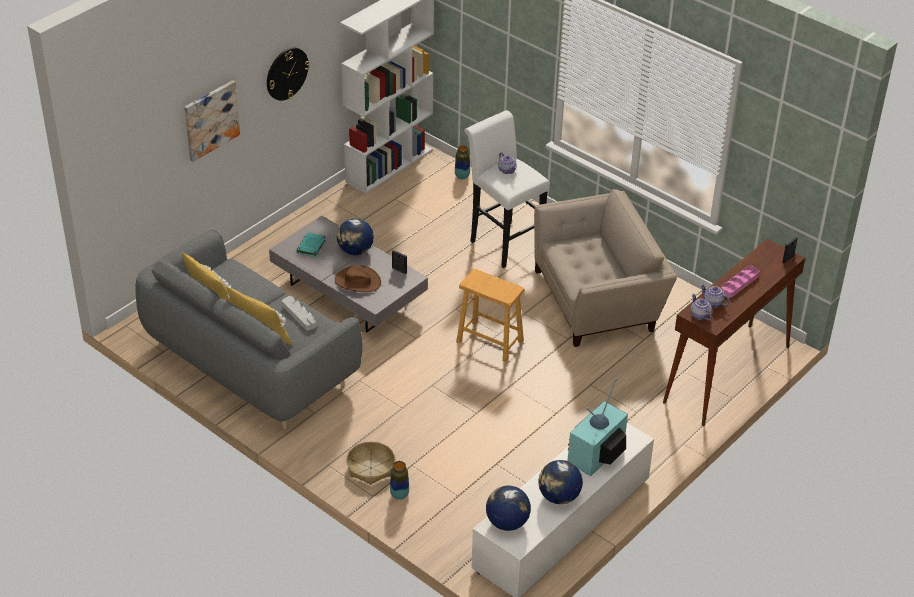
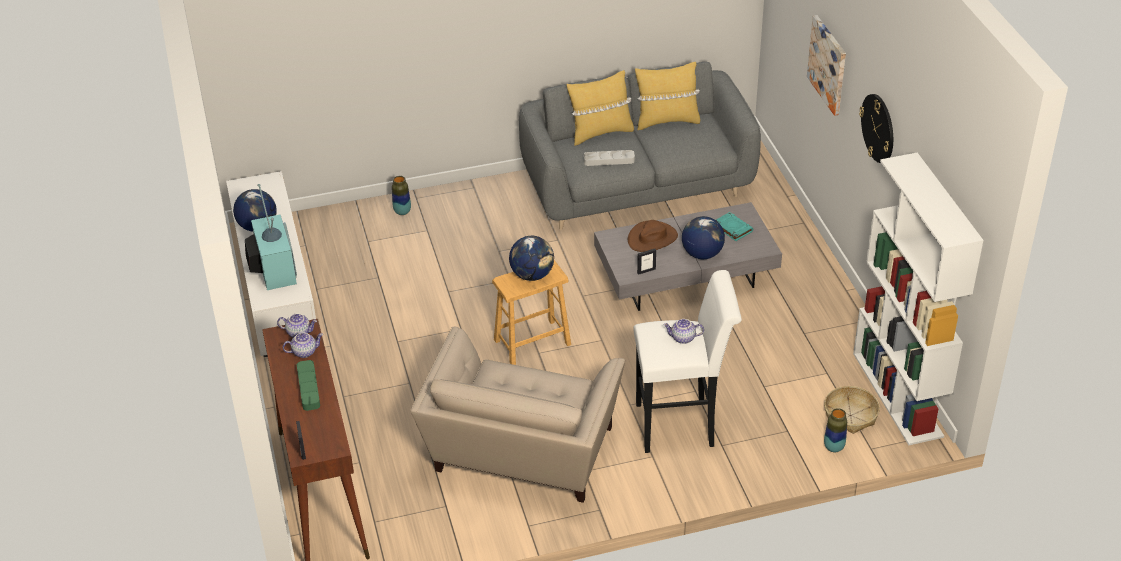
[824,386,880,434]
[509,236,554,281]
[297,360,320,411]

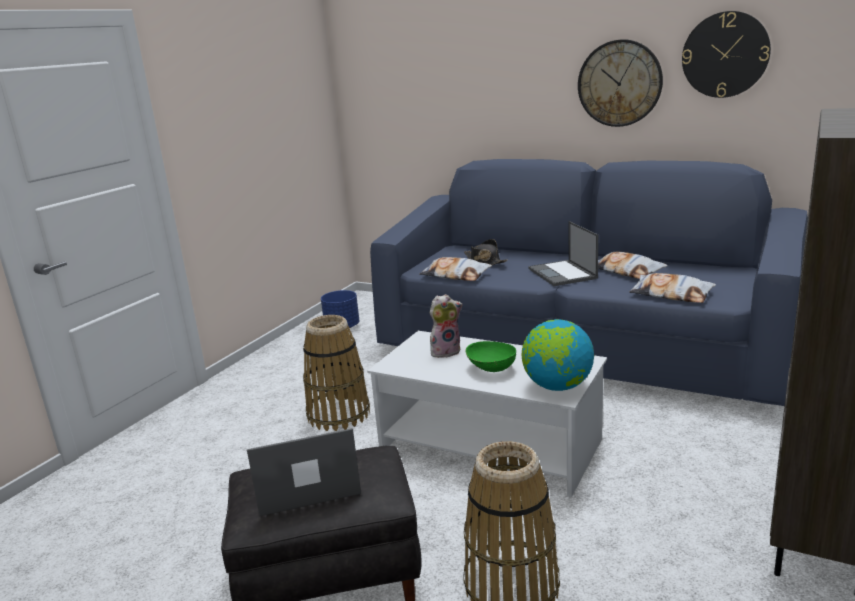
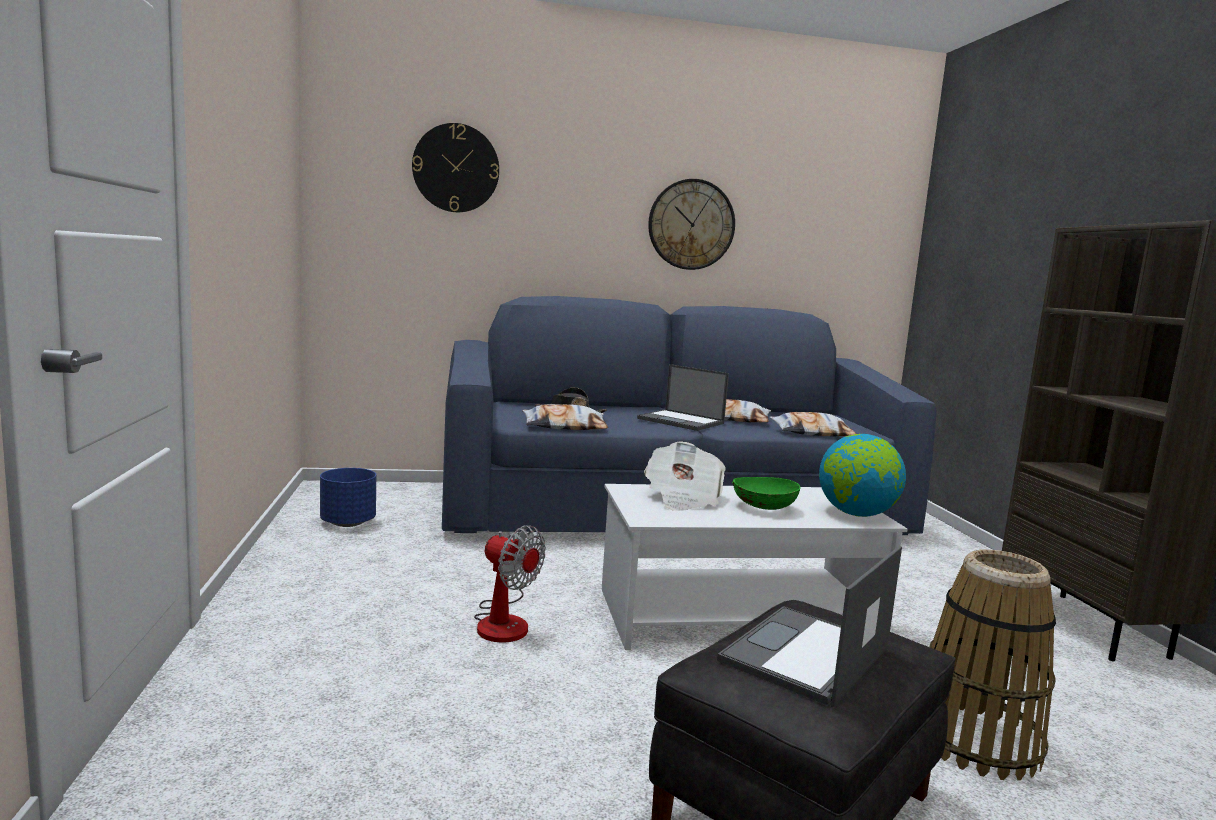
[412,123,499,212]
[474,525,546,643]
[644,441,726,511]

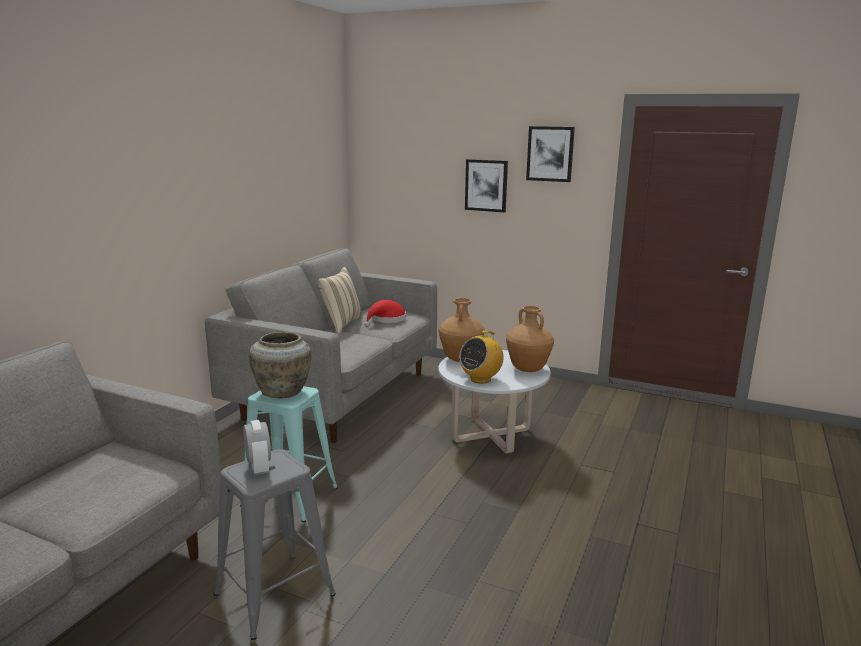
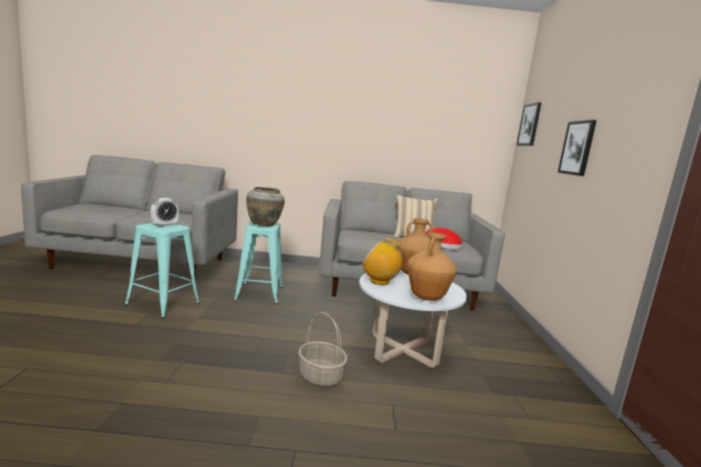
[298,312,348,388]
[517,102,542,146]
[124,223,200,318]

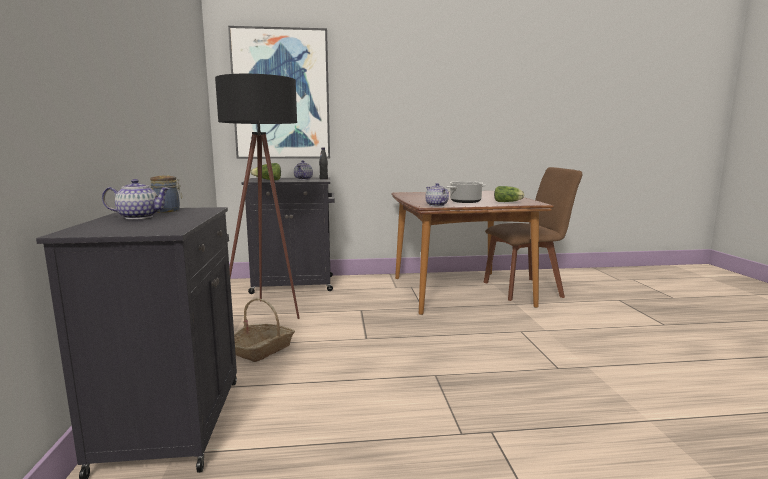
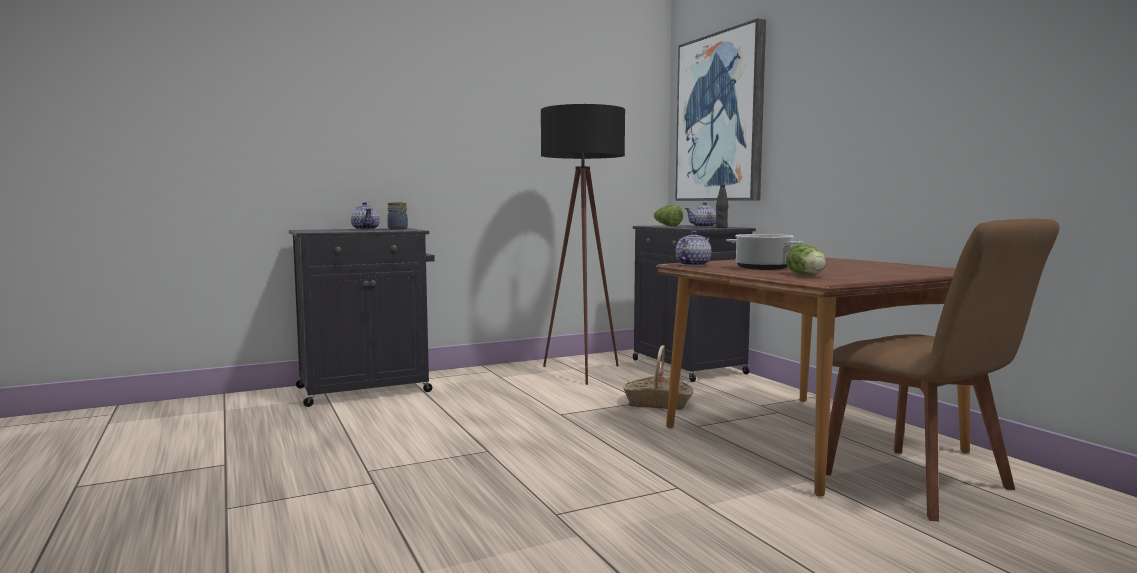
[623,345,694,410]

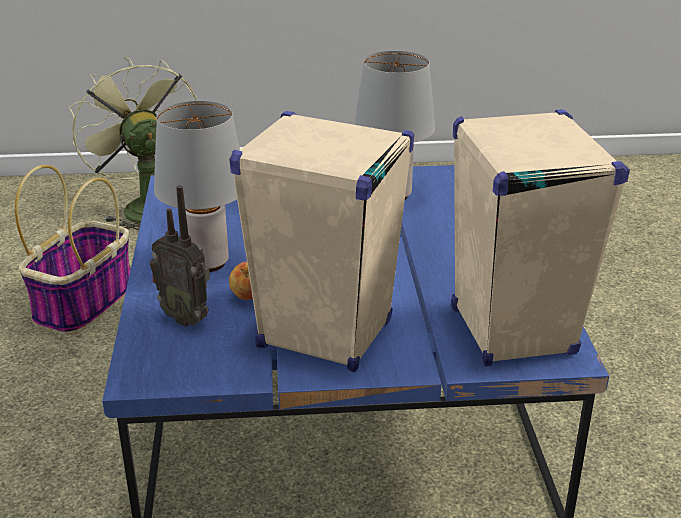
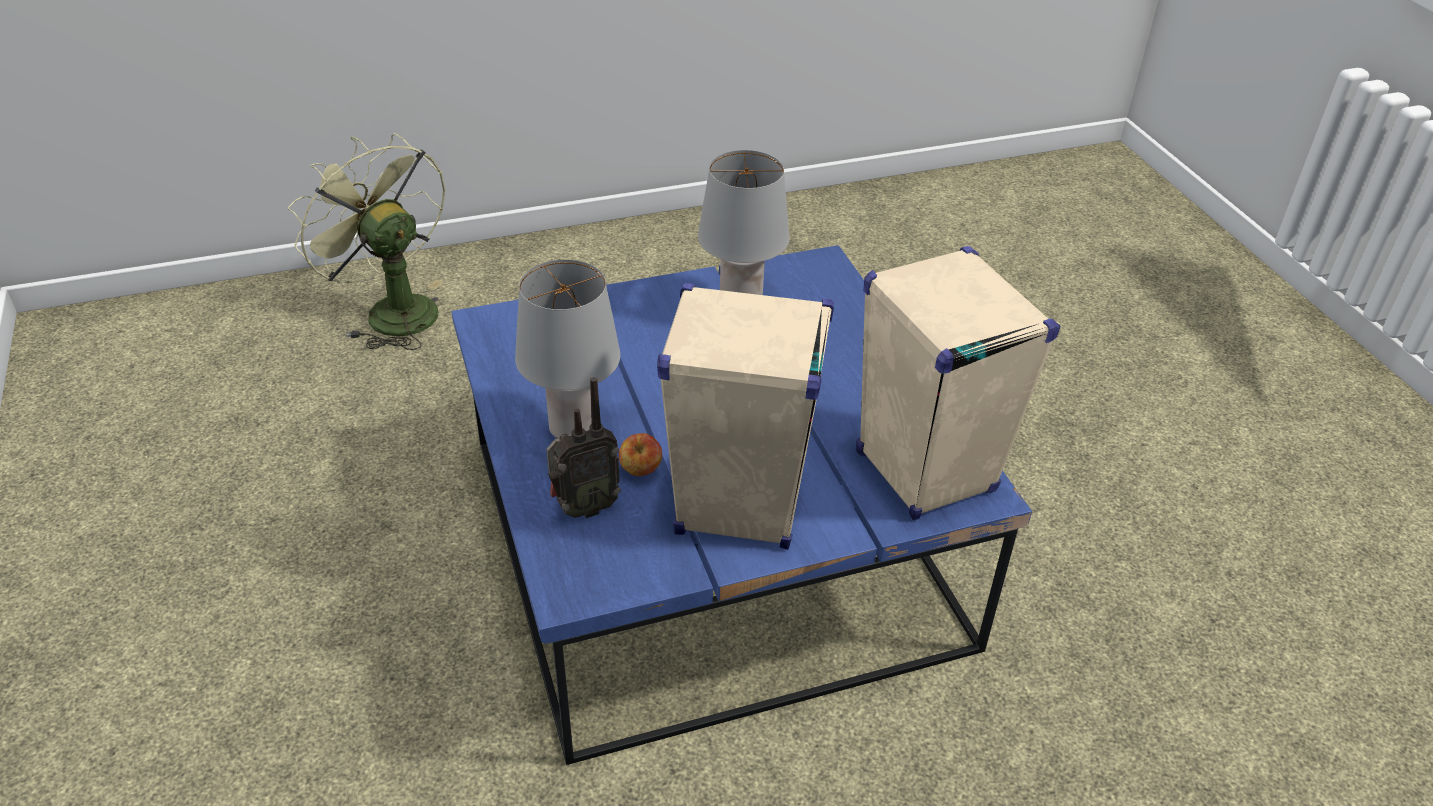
[15,165,130,335] (first image)
[546,377,621,518]

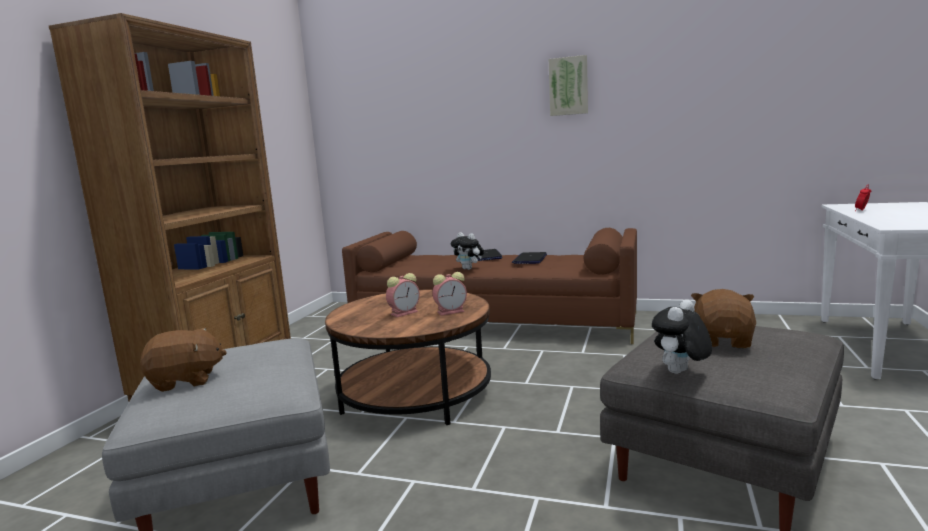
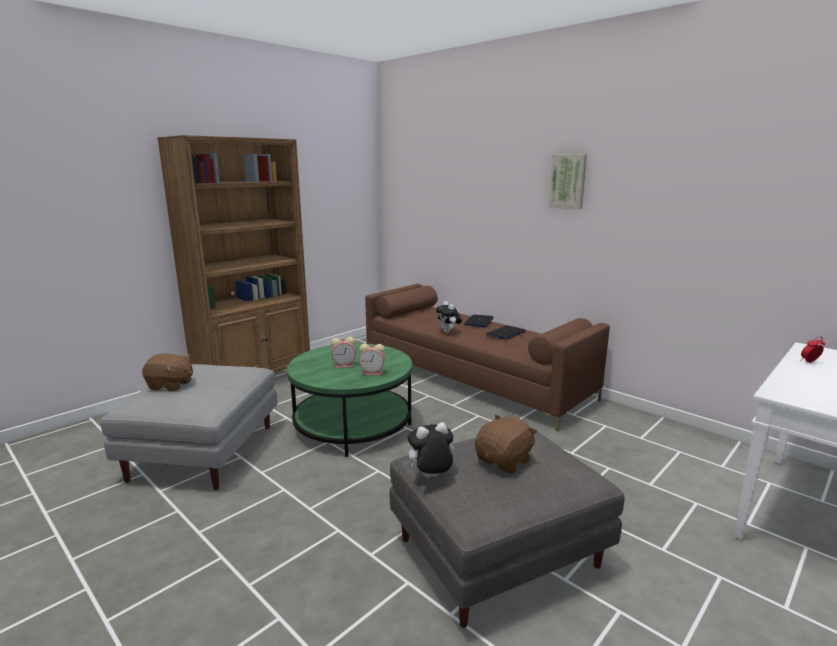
[287,343,412,457]

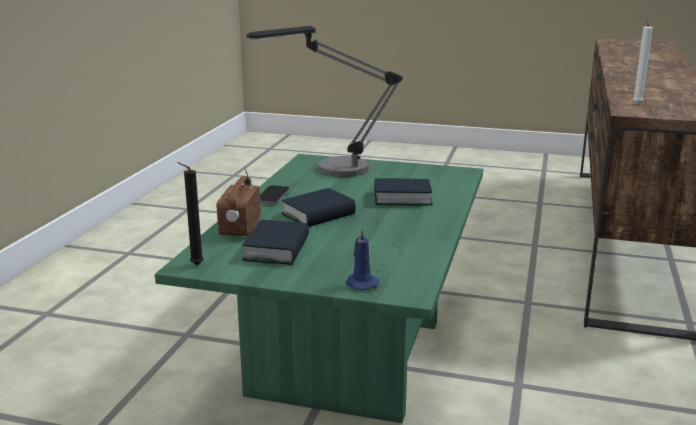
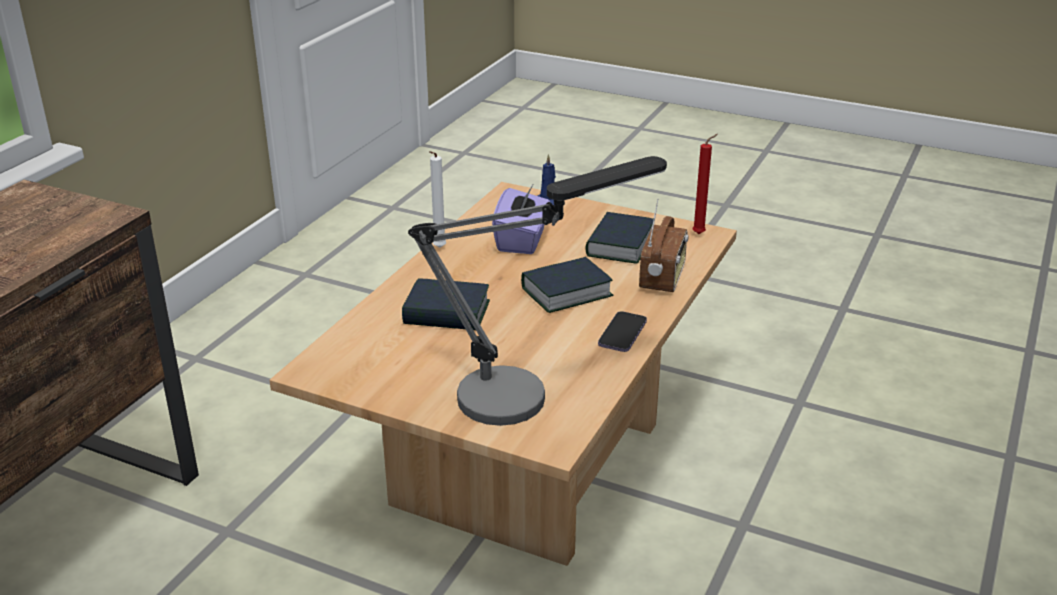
[492,183,550,254]
[429,151,446,248]
[270,182,737,566]
[692,134,718,234]

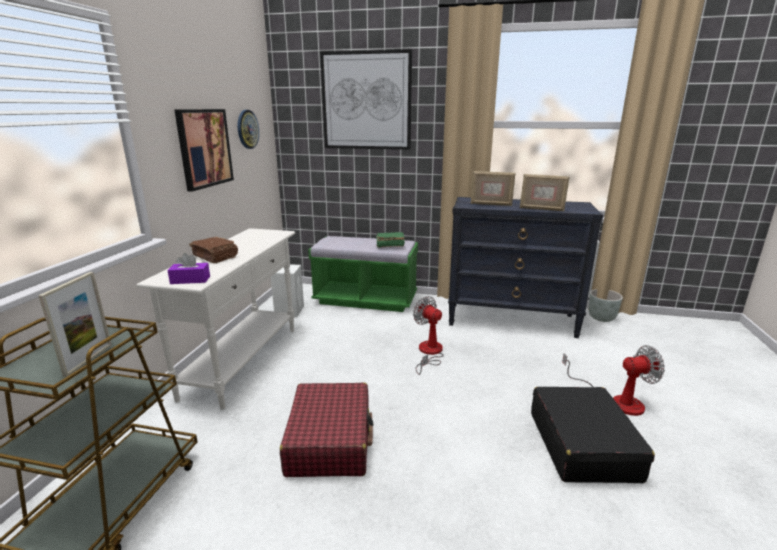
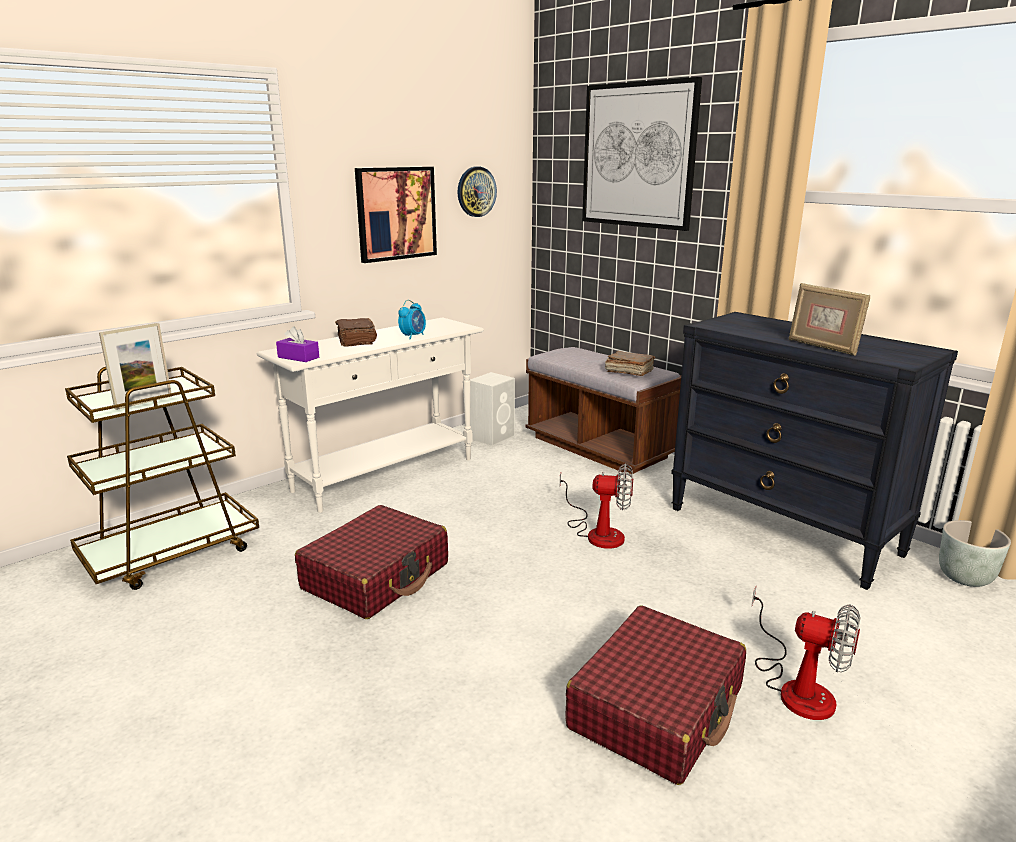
[471,171,515,206] (first image)
[398,300,426,339]
[526,347,681,474]
[605,351,655,376]
[565,606,746,785]
[559,463,633,549]

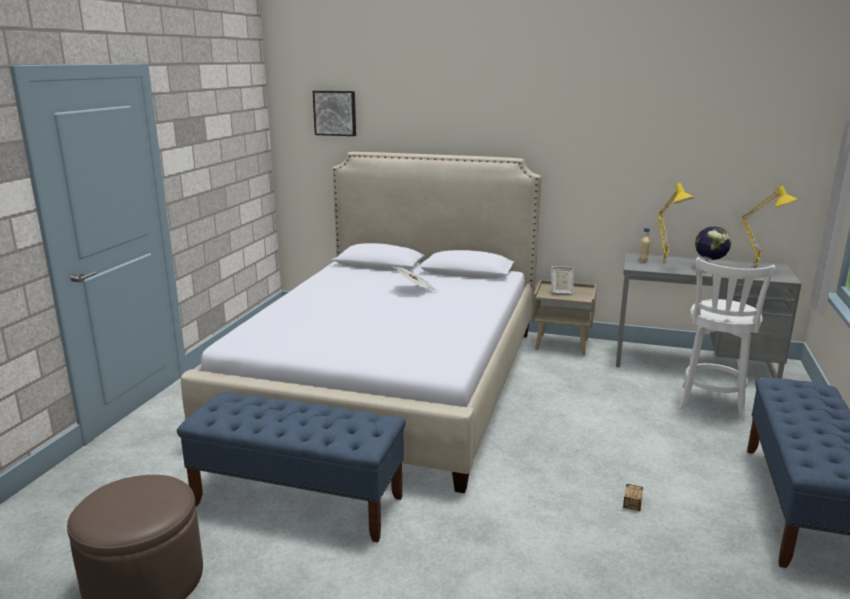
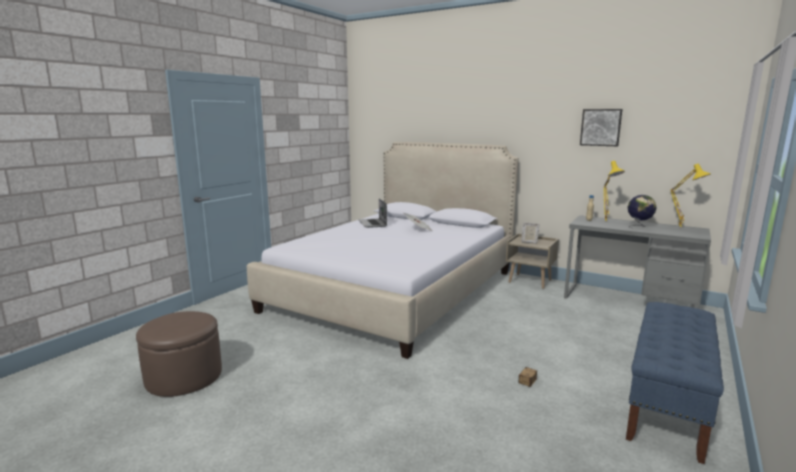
[177,392,406,542] (first image)
[679,257,775,420] (first image)
[359,199,387,228]
[580,109,622,146]

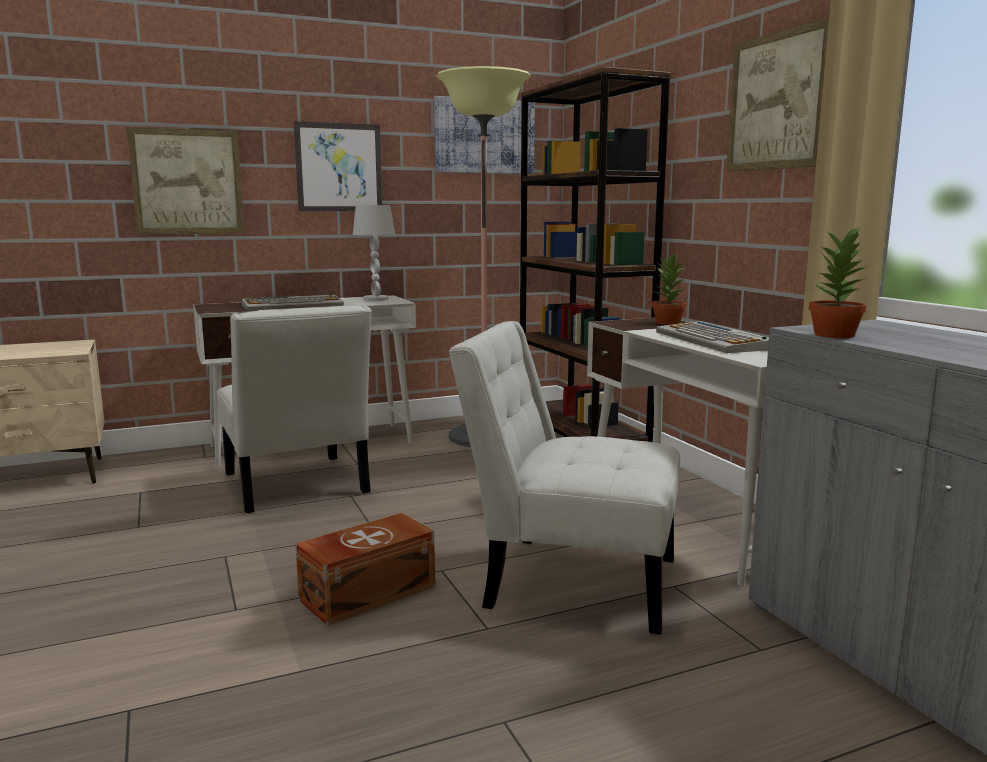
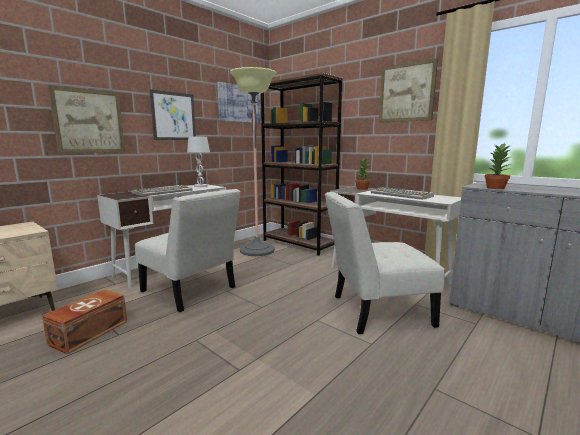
[42,289,127,355]

